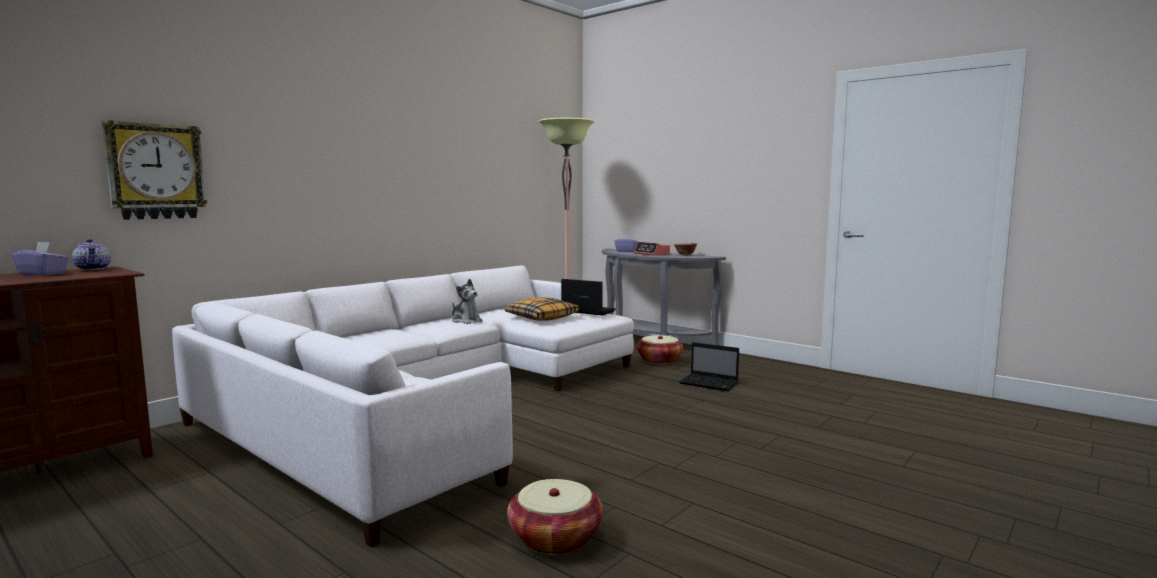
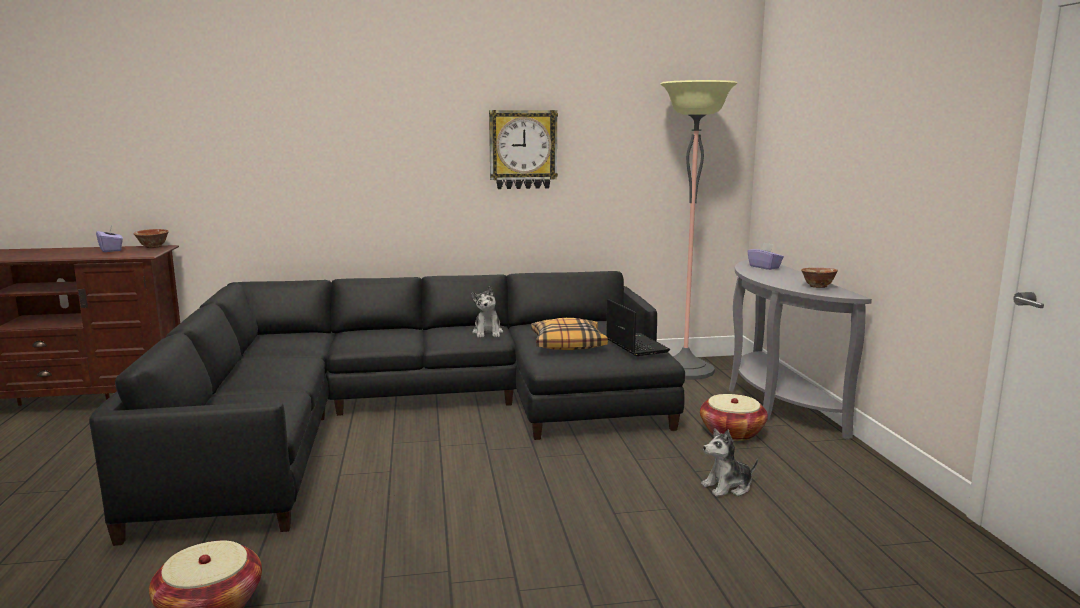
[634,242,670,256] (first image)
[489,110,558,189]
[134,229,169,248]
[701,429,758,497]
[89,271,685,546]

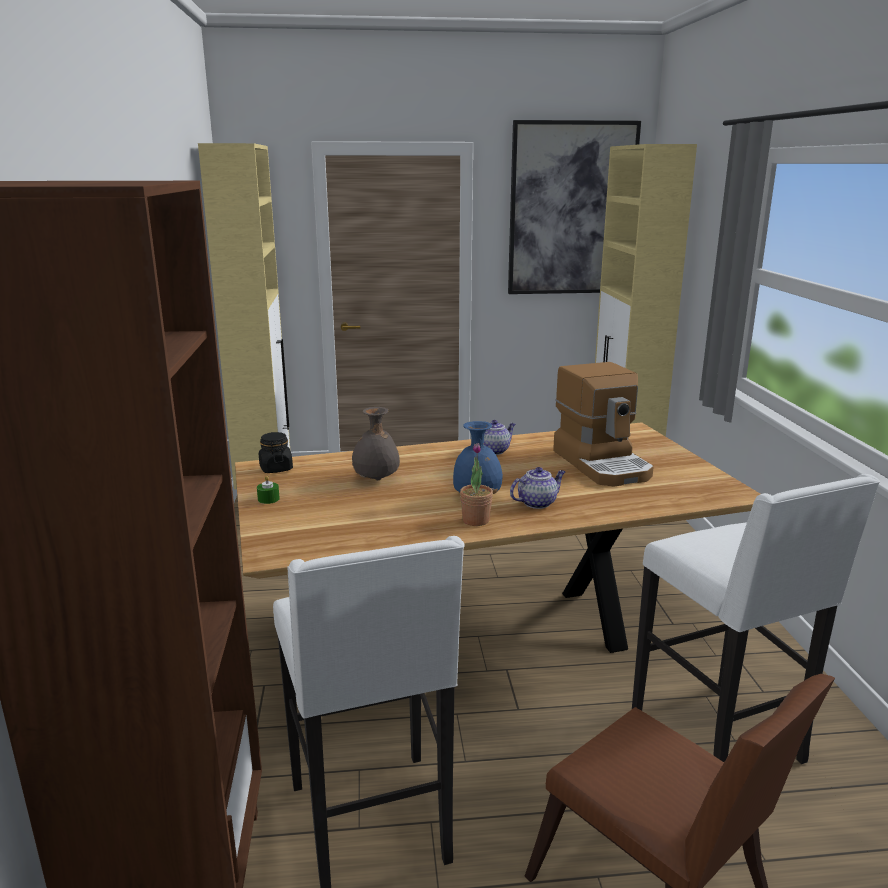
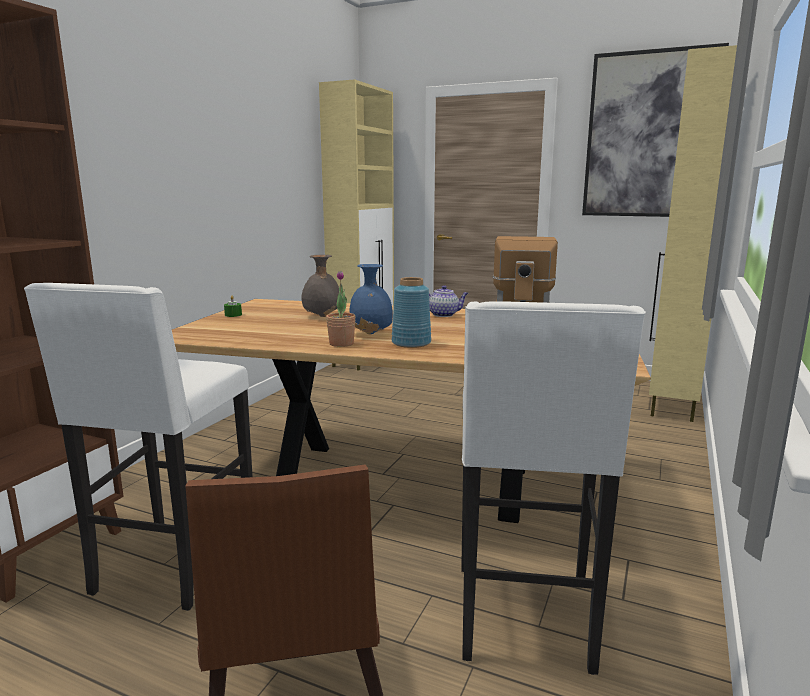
[259,432,293,473] (first image)
[392,277,431,348]

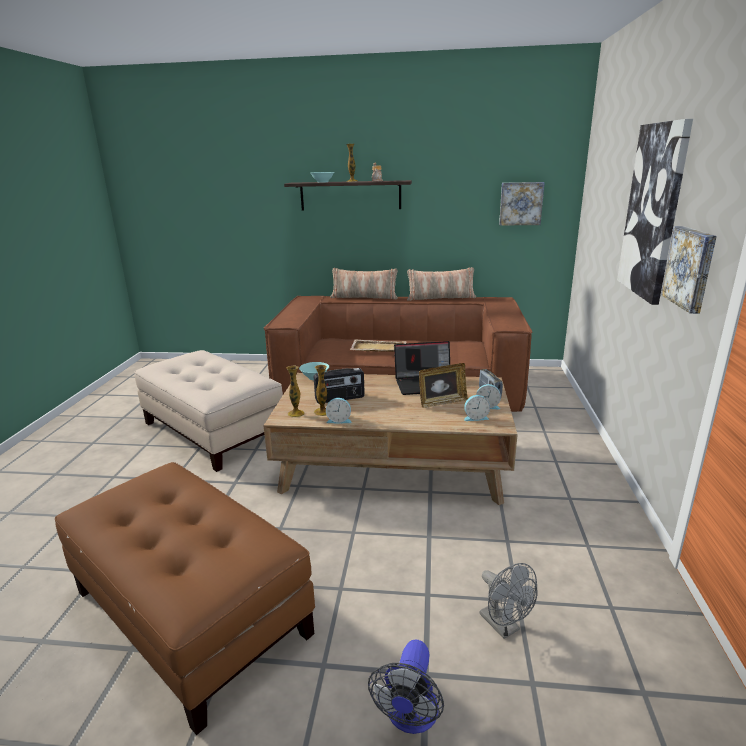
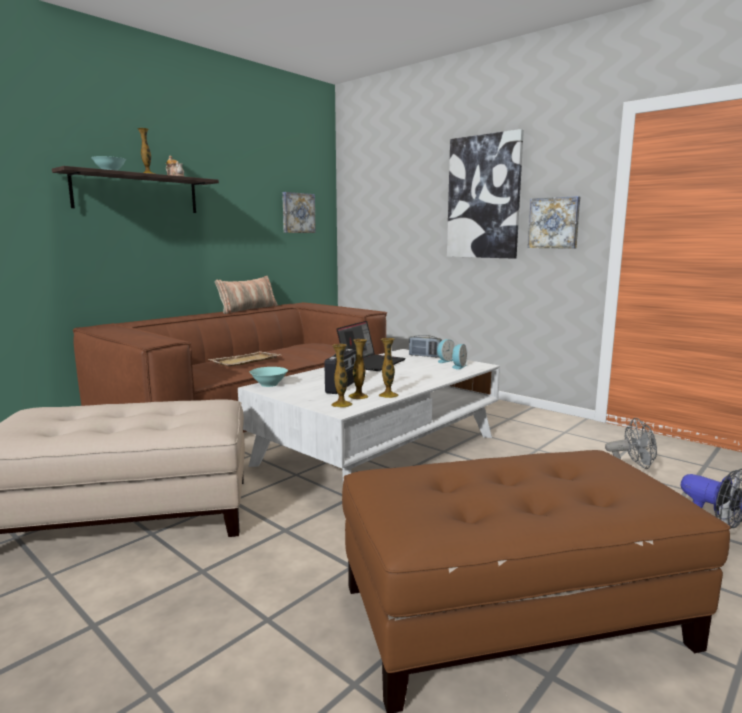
[330,268,398,299] (first image)
[419,363,468,408] (first image)
[379,338,399,398]
[238,349,500,482]

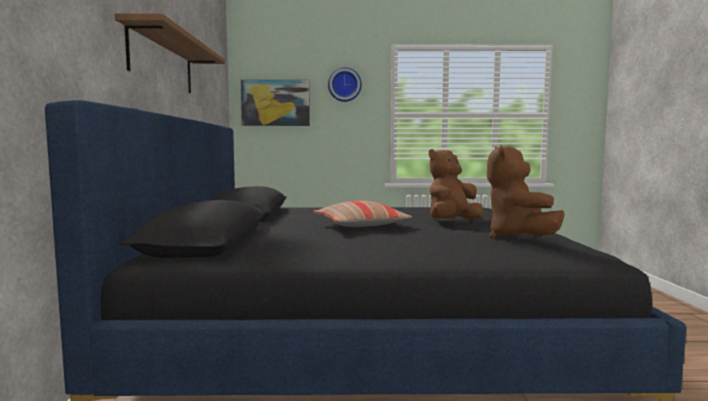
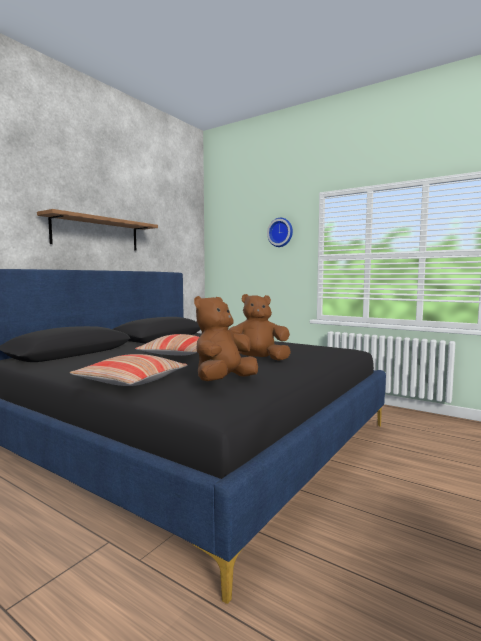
[241,80,310,126] (first image)
[69,354,188,386]

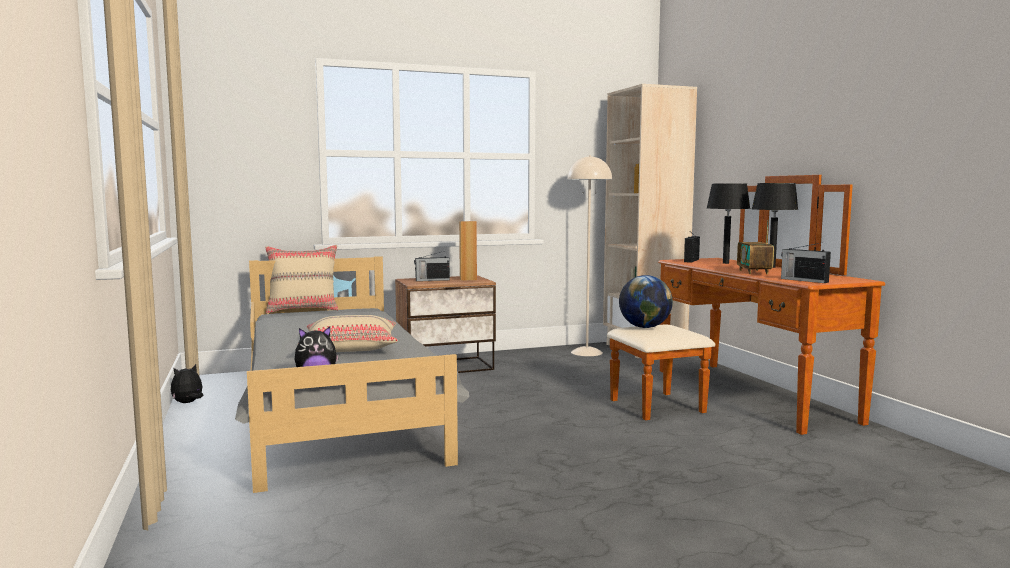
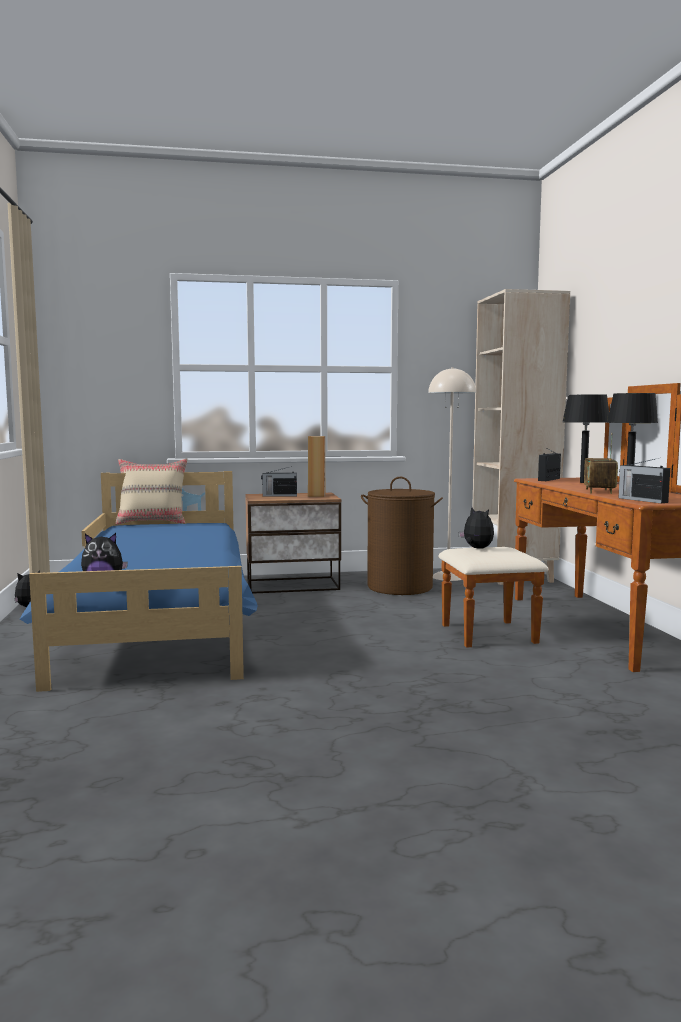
[297,315,398,352] (first image)
[361,477,443,595]
[459,507,494,549]
[20,471,258,692]

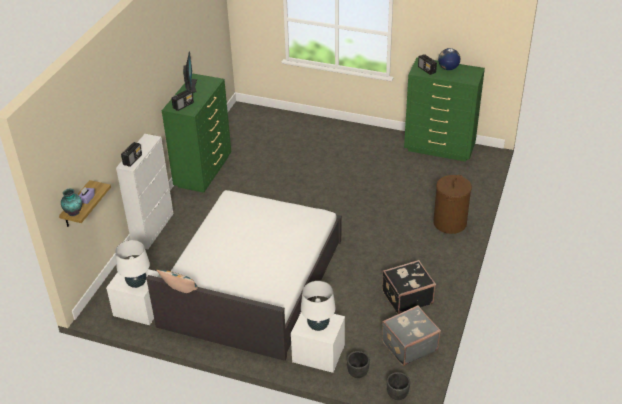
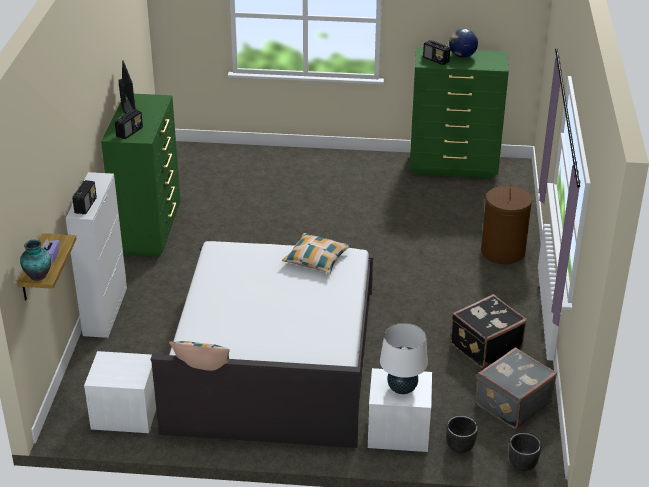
[115,240,150,288] (first image)
[282,233,351,274]

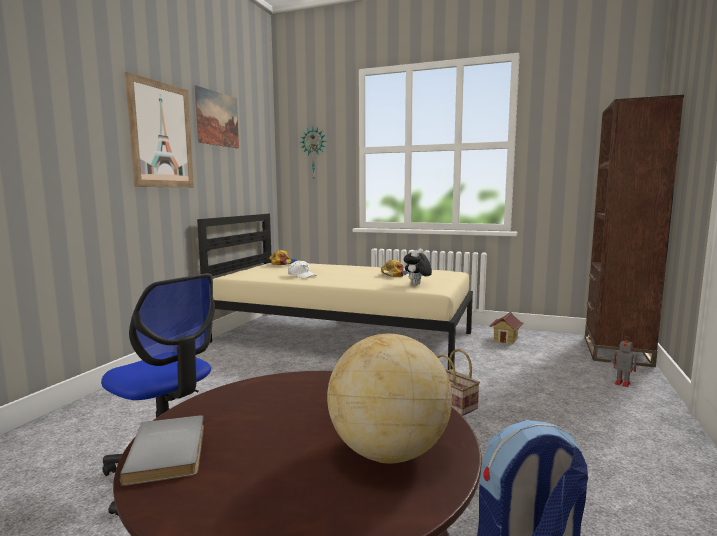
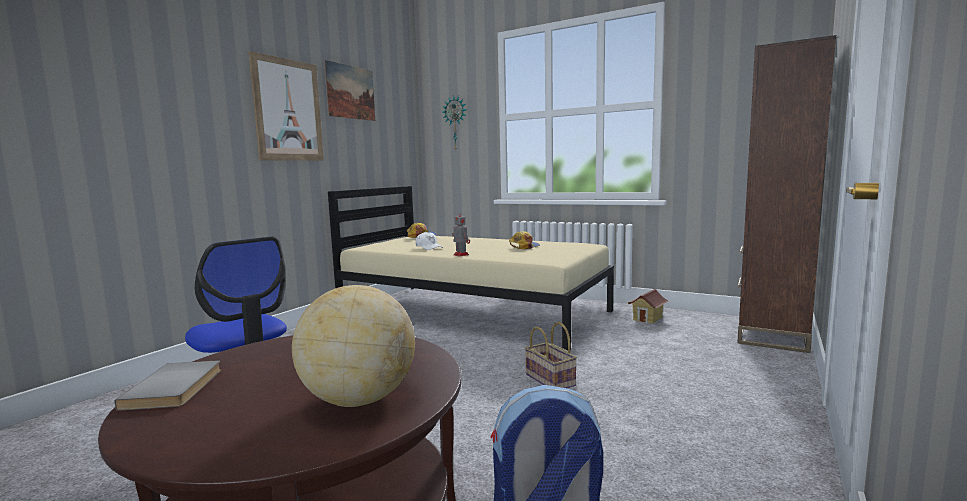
[404,248,432,285] (first image)
[452,211,470,256]

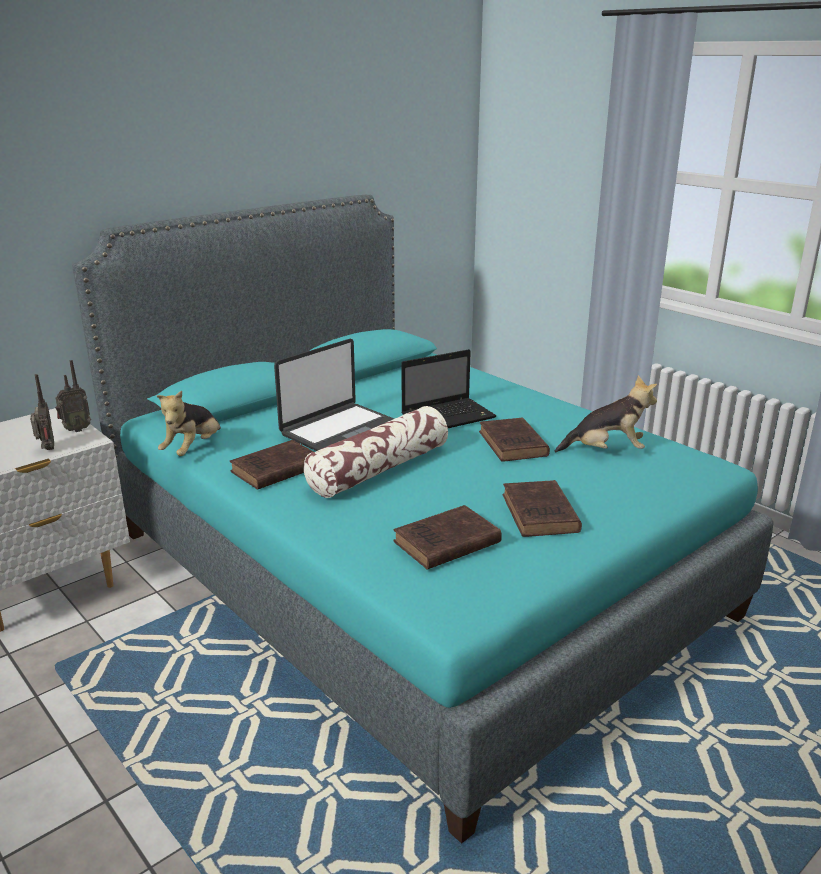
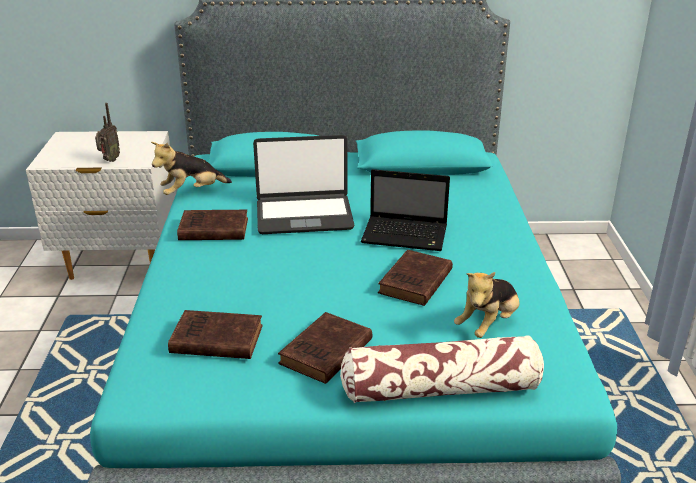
[55,360,91,432] (first image)
[340,335,544,403]
[454,272,520,338]

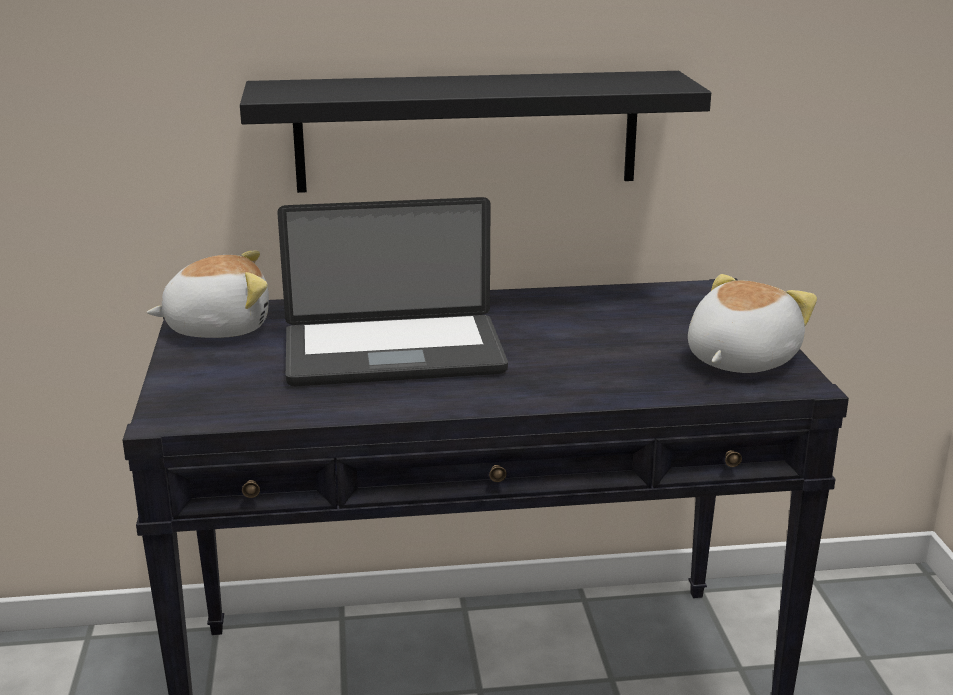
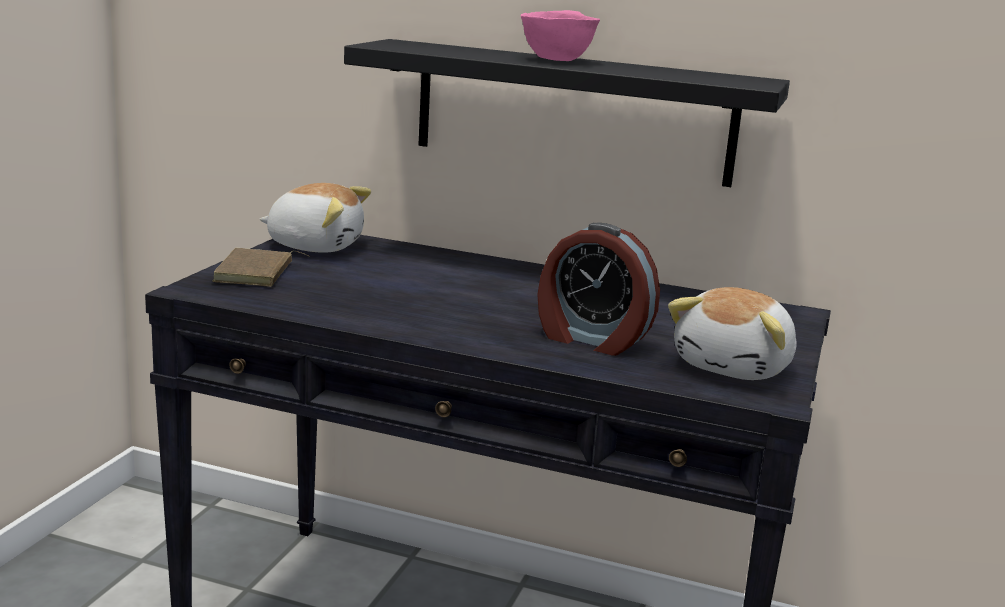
[277,197,508,386] (first image)
[212,248,310,287]
[520,10,600,61]
[537,223,660,356]
[668,287,797,380]

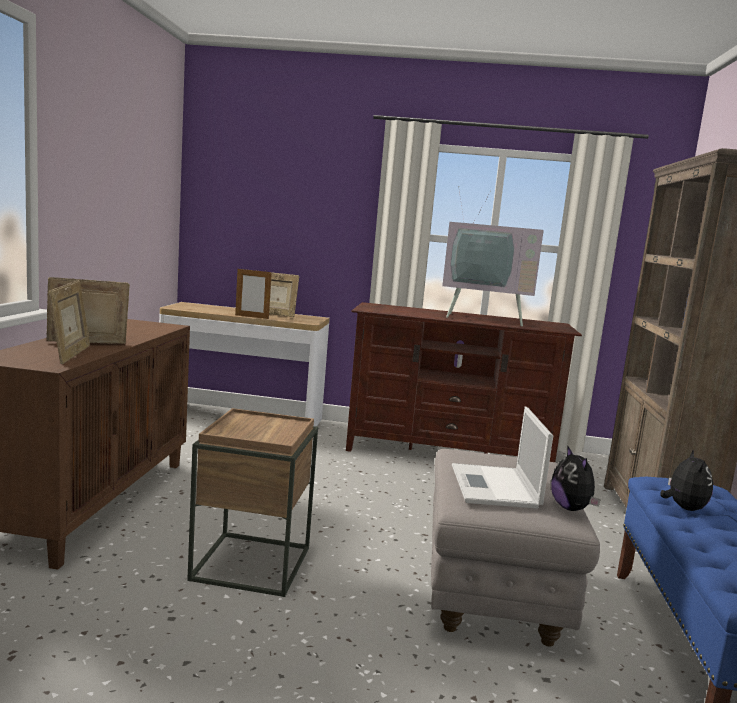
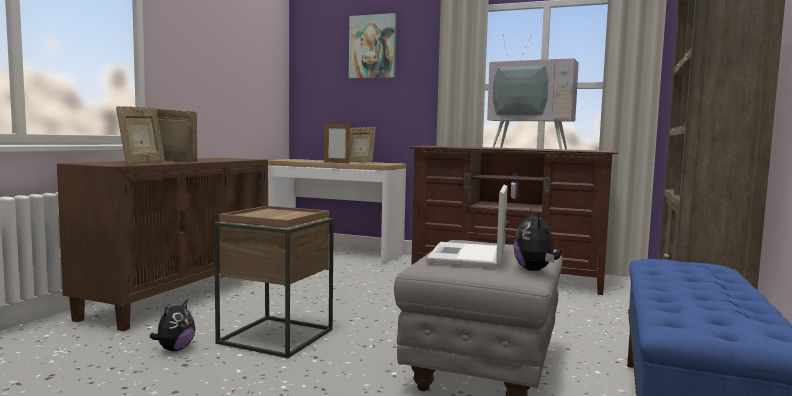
[349,13,397,79]
[150,299,195,351]

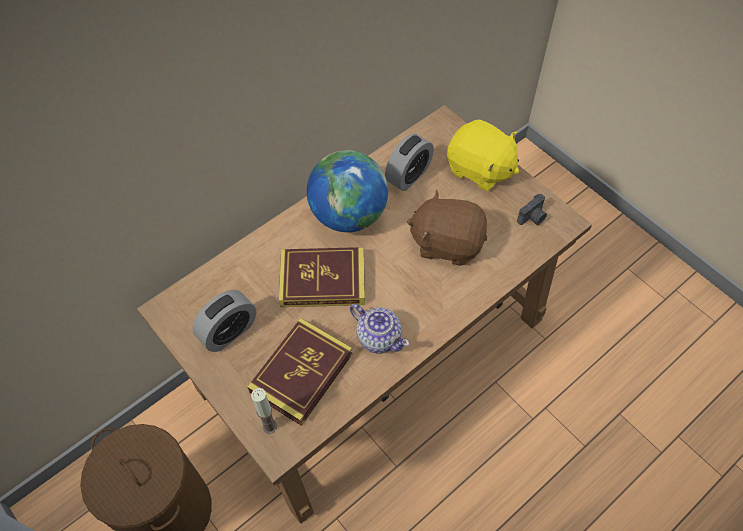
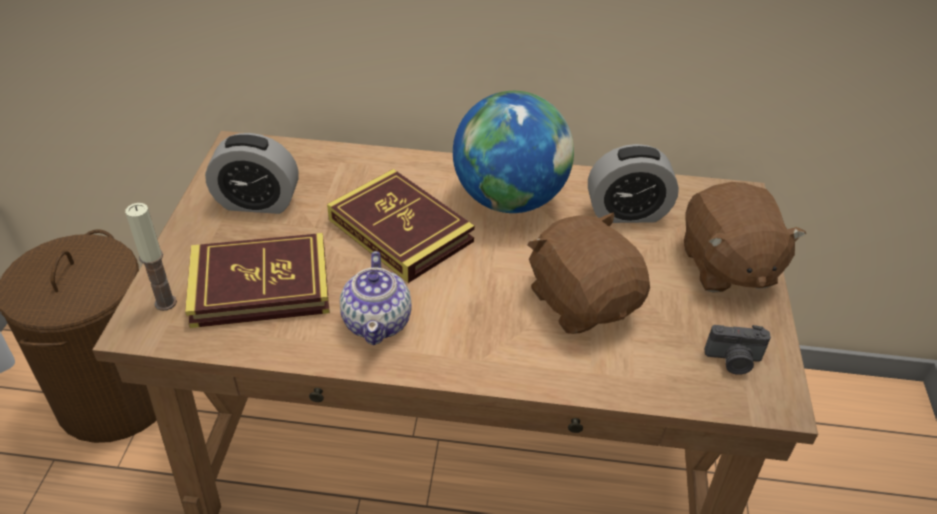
[684,182,806,293]

